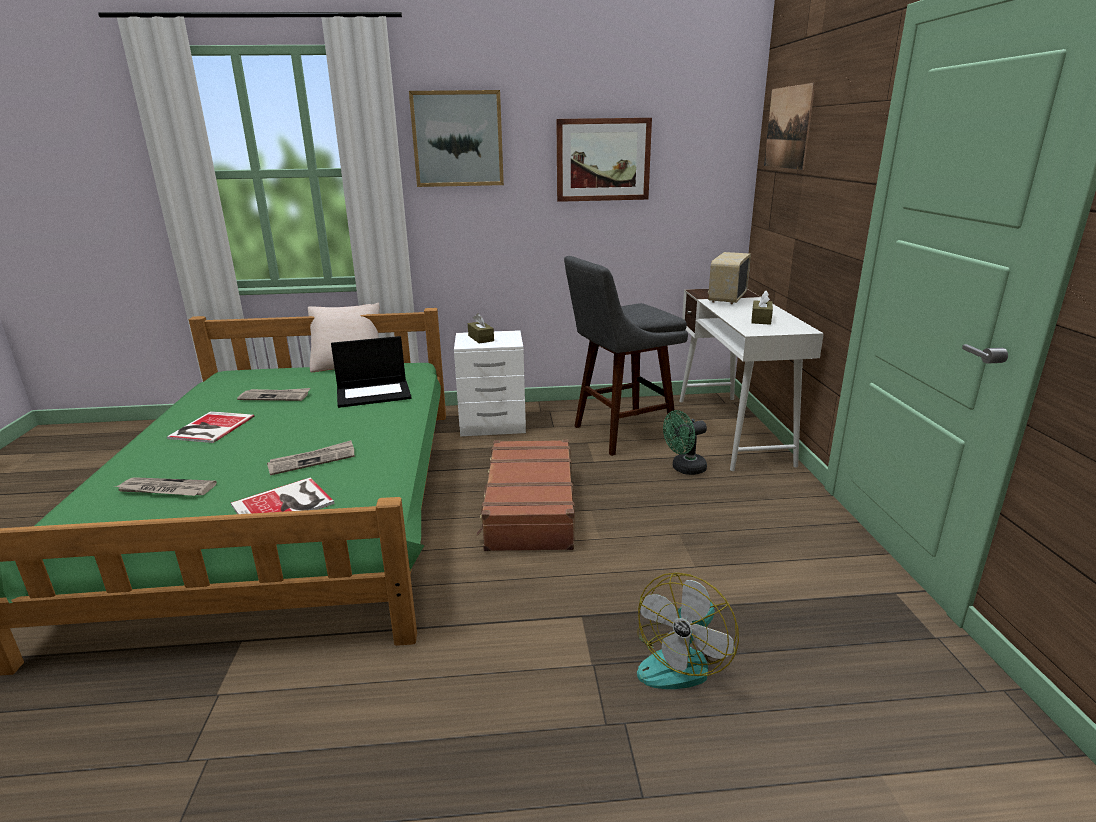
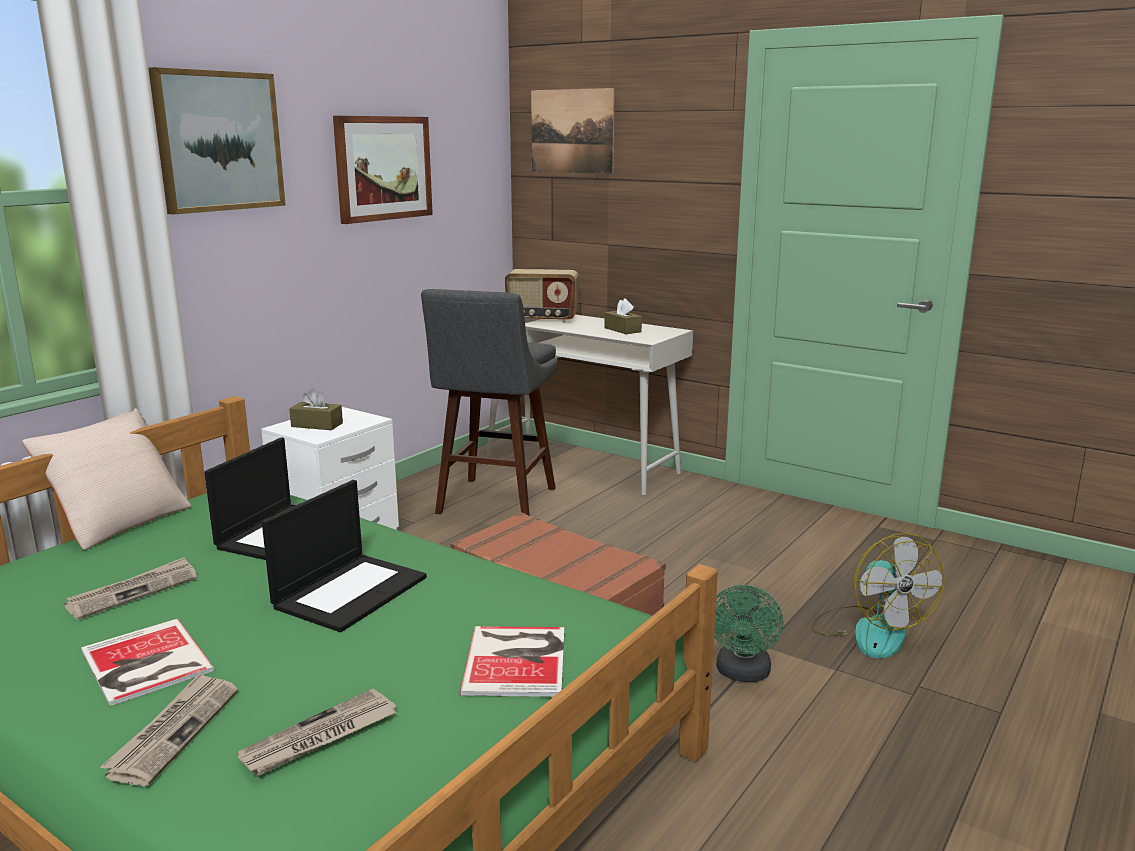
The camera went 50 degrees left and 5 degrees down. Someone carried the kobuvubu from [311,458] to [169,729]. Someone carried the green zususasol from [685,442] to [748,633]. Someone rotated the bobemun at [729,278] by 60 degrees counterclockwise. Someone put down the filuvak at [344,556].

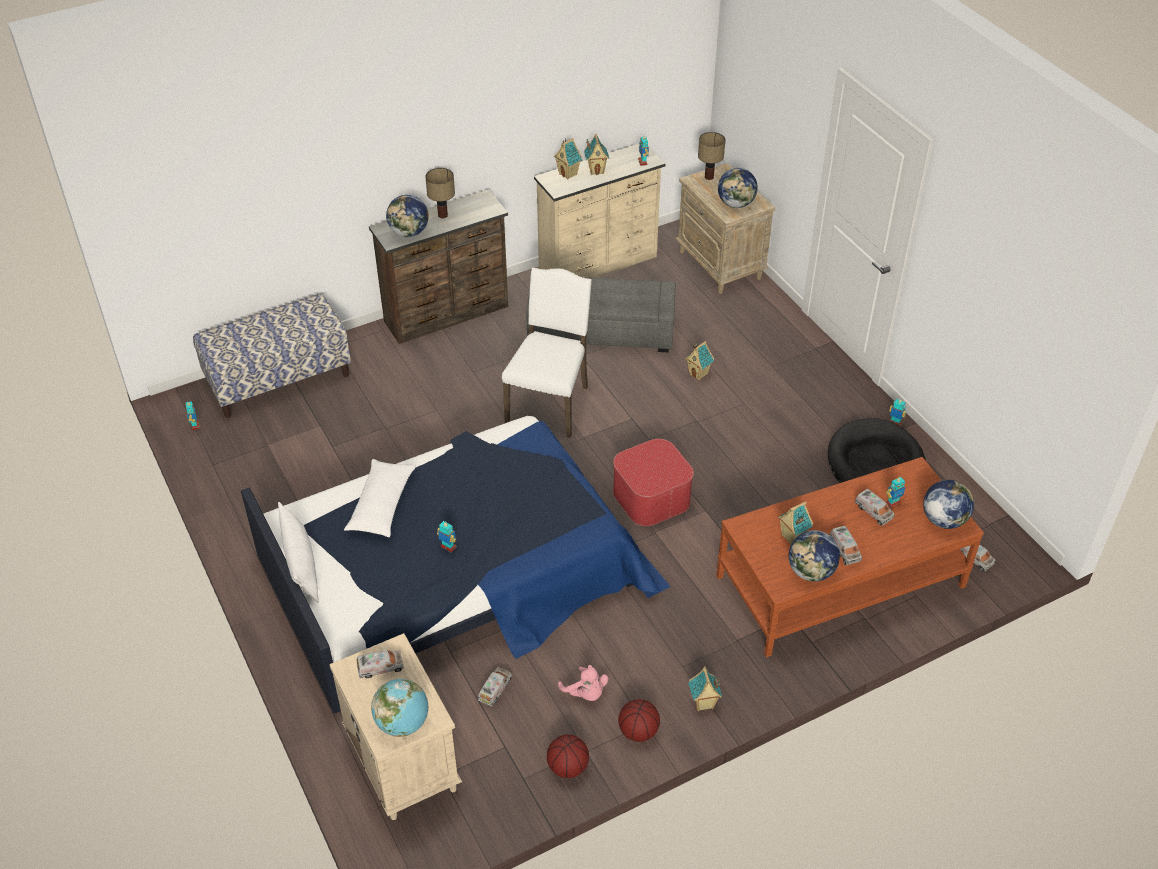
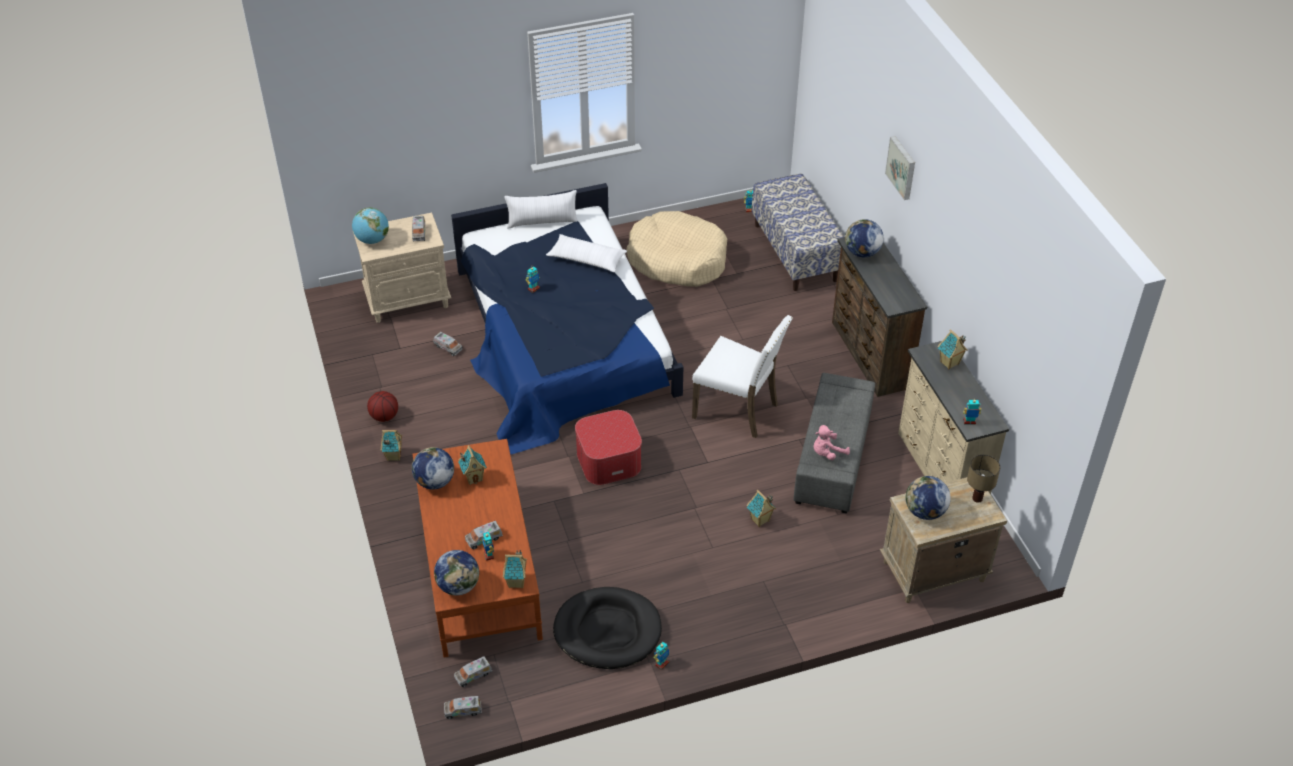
The camera went 100 degrees right and 0 degrees up. Someone took away the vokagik at [440,193]. Someone took away the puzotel at [568,756]. Someone carried the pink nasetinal from [583,683] to [832,442]. Someone carried the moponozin from [596,154] to [515,569]. Someone carried the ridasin from [846,545] to [463,707]. Someone put down the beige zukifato at [676,249]. Someone put up the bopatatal at [900,168].

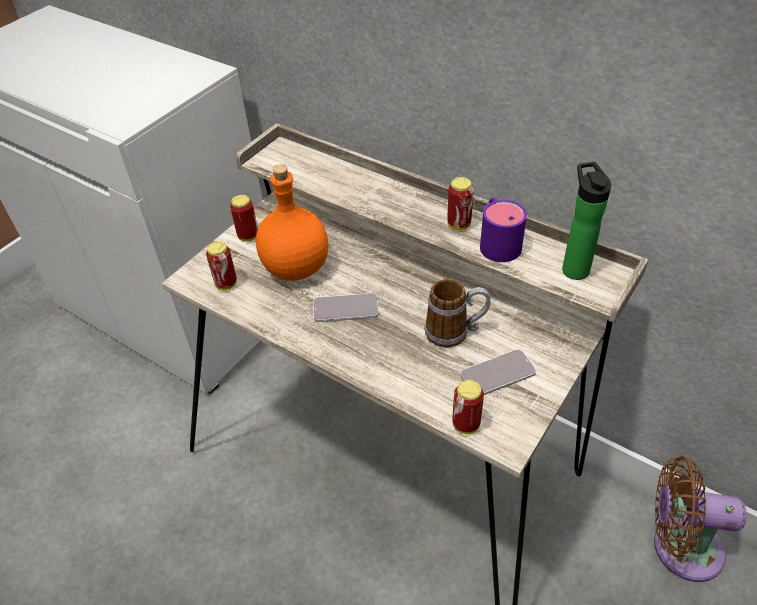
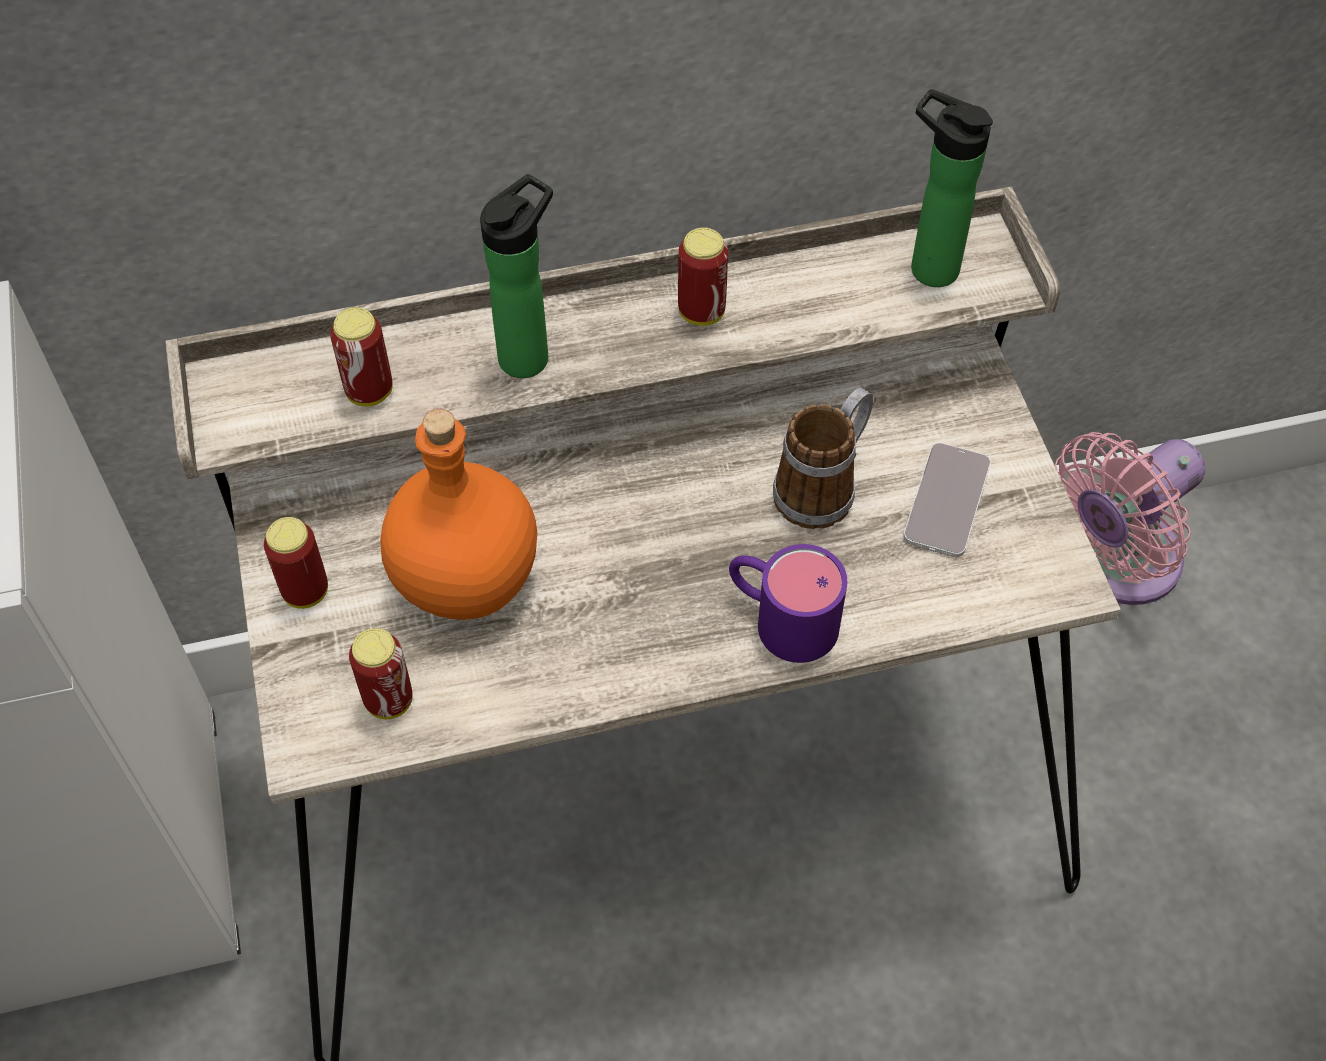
The camera went 50 degrees left and 10 degrees up. Someone took away the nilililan at [346,307]. Someone carried the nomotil from [468,407] to [361,357]. Someone carried the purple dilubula from [503,229] to [788,603]. Someone repainted the brown zususasol at [700,519], which became the pink zususasol at [1130,518]. Someone put down the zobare at [516,276].

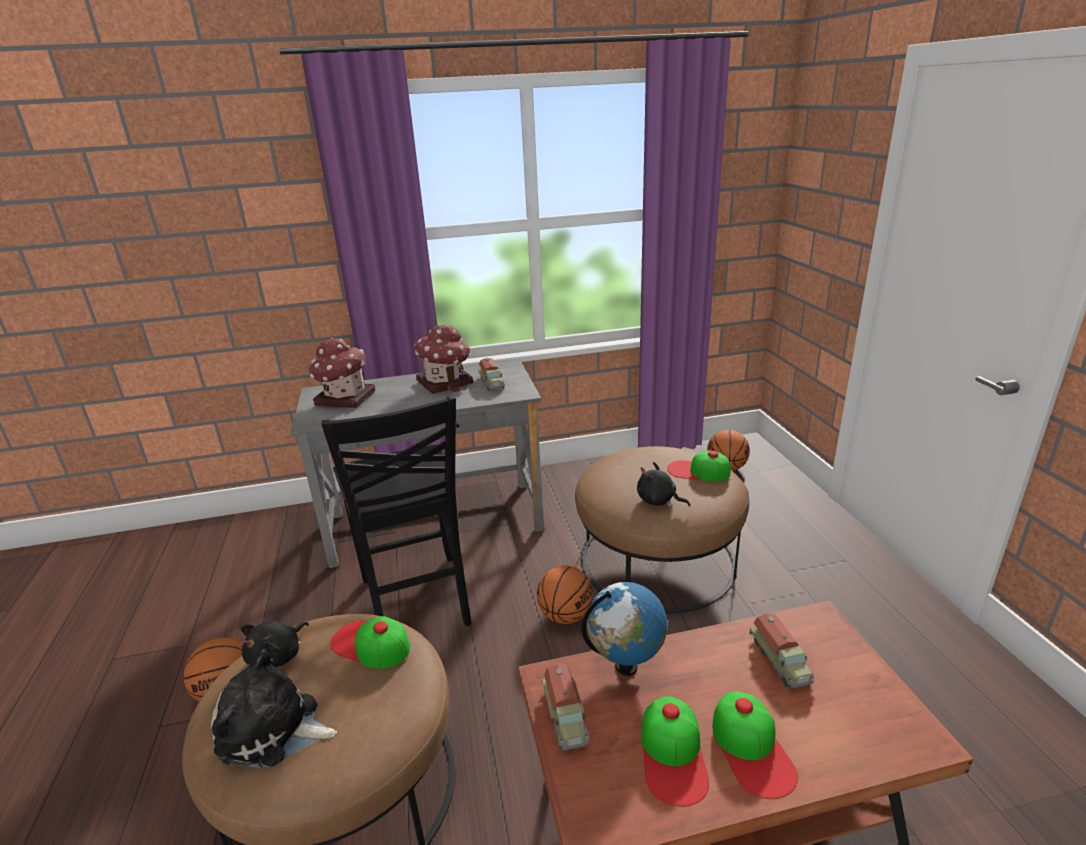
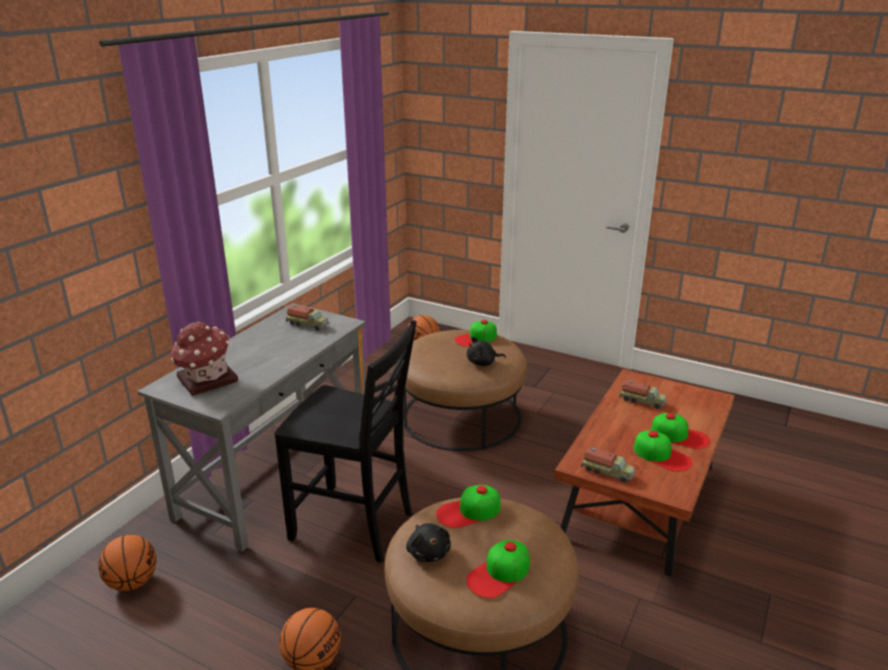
The camera went 50 degrees left and 0 degrees up. Someone swapped the nasetinal at [274,708] for the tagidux at [498,569]. Someone took away the moponozin at [443,359]. Someone carried the puzotel from [565,595] to [127,563]. Someone took away the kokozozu at [624,629].

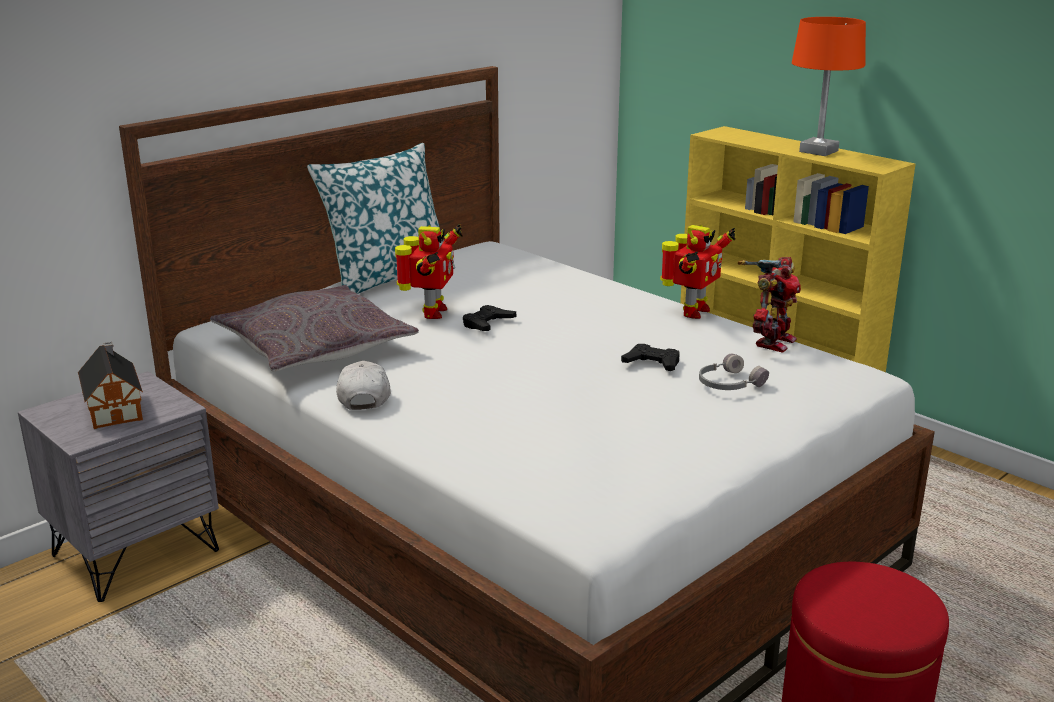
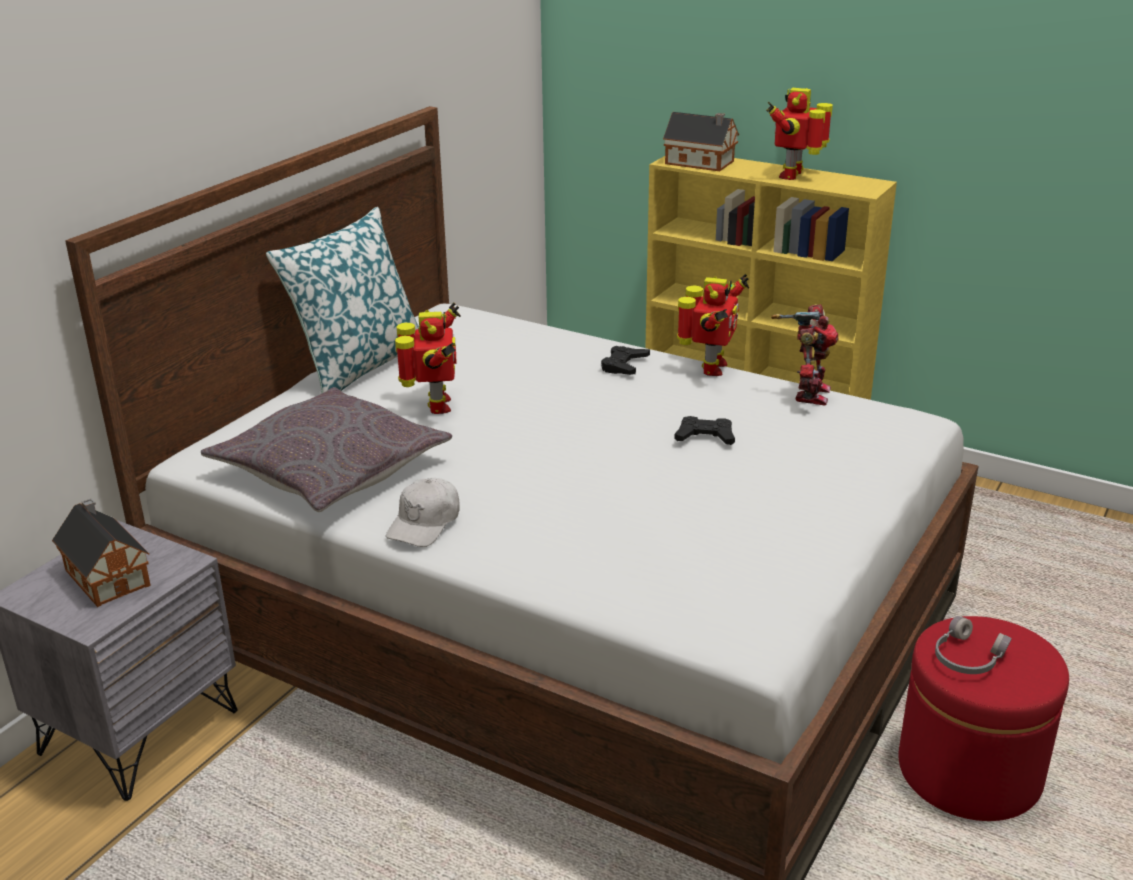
The camera went 15 degrees left and 5 degrees up. Someone rotated the white tagidux at [363,385] by 135 degrees counterclockwise. Someone carried the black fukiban from [489,318] to [625,360]. Someone carried the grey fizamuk from [734,372] to [973,645]. Someone swapped the orange vokagik at [829,86] for the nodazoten at [799,134]. Someone put down the moponozin at [701,141].

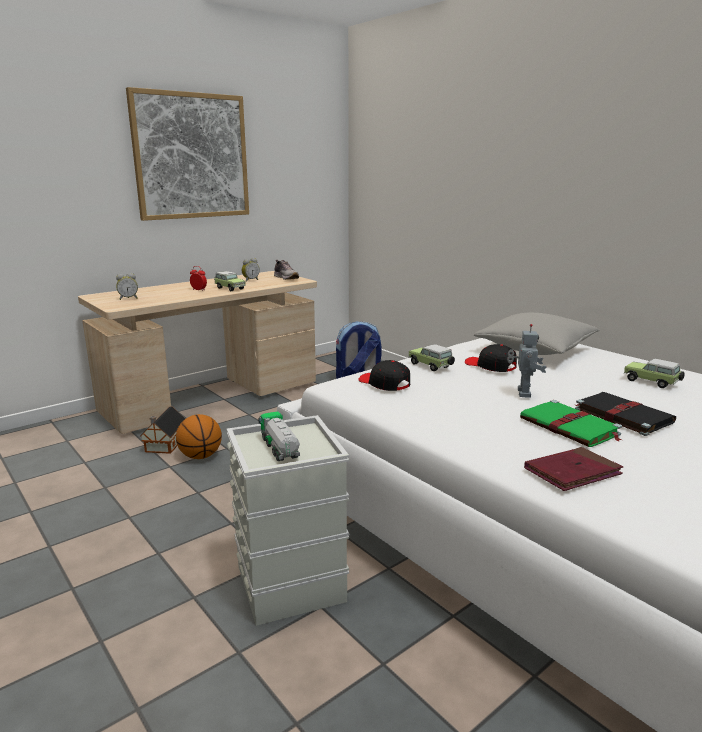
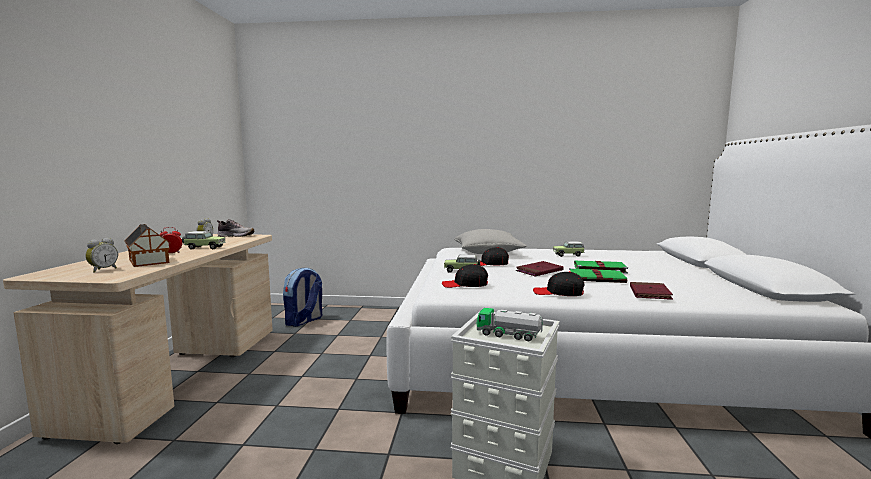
The camera went 45 degrees left and 10 degrees down. Someone took away the bopatatal at [187,154]. Someone carried the moponozin from [163,430] to [147,245]. Someone took away the puzotel at [199,436]. Someone swapped the nodazoten at [527,361] for the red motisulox at [540,268]. Someone repainted the black motisulox at [625,414], which became the green motisulox at [601,267]. Someone put down the black tagidux at [559,283].

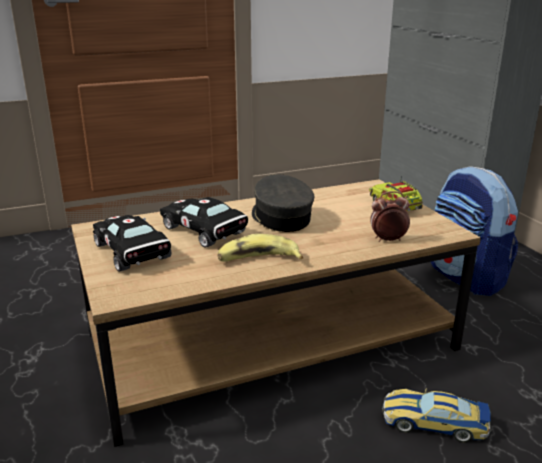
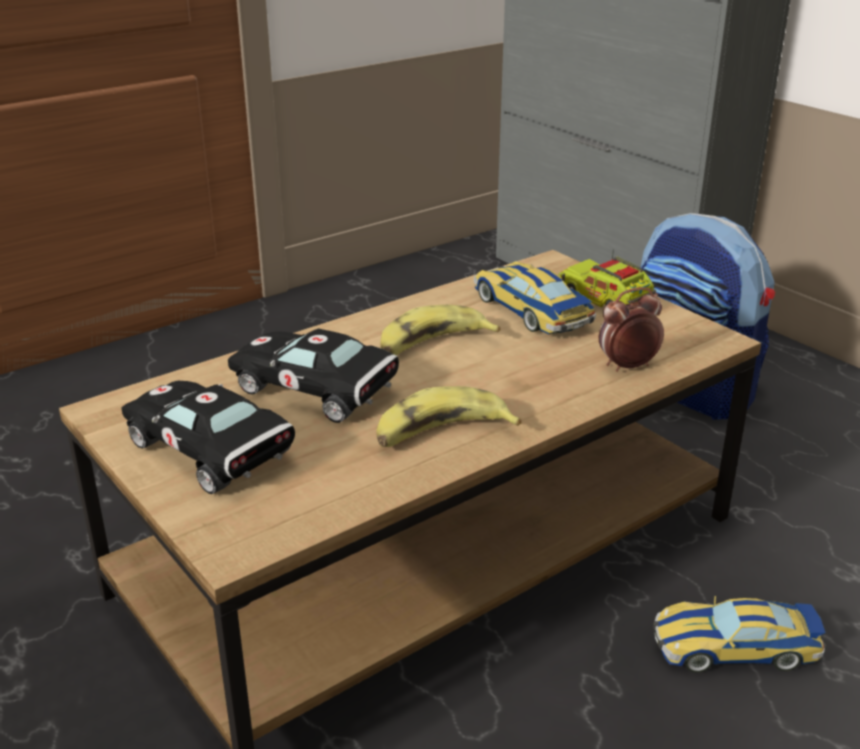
The camera went 15 degrees left and 5 degrees up. Someone swapped the grey tagidux at [283,203] for the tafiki at [441,330]. Someone put down the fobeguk at [535,297].

